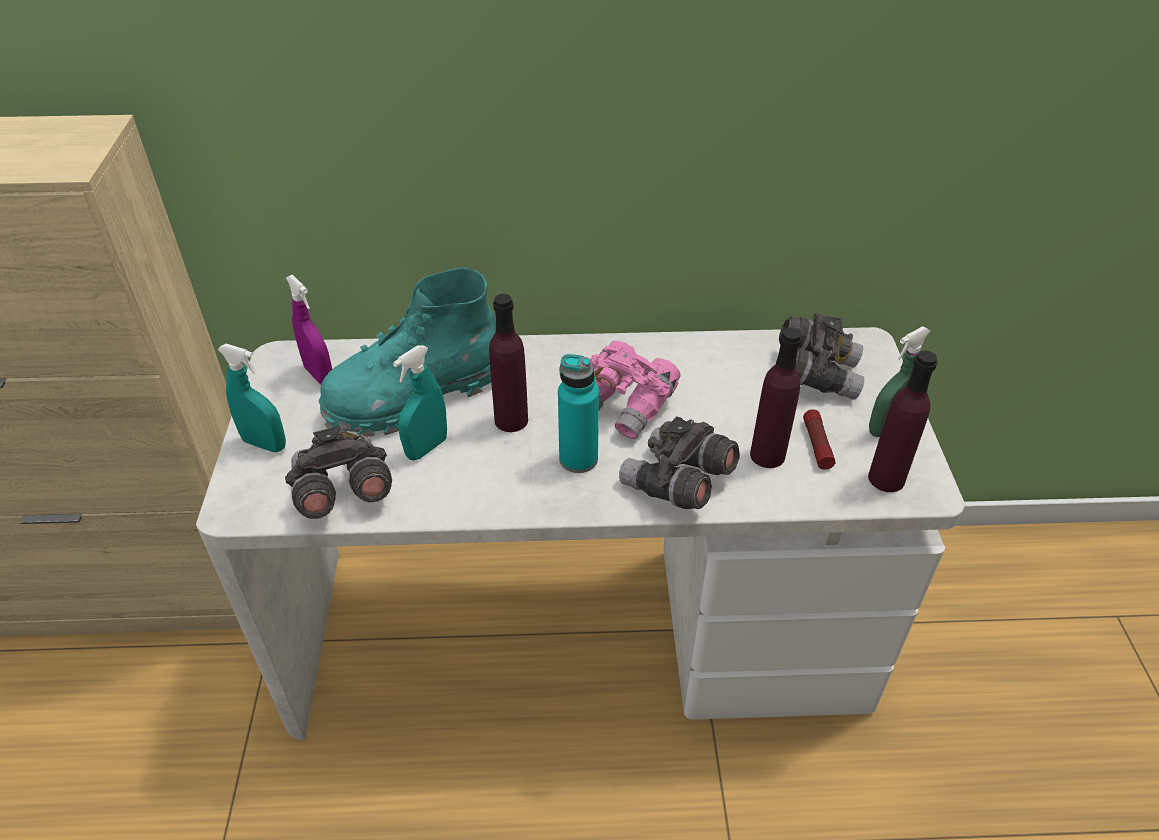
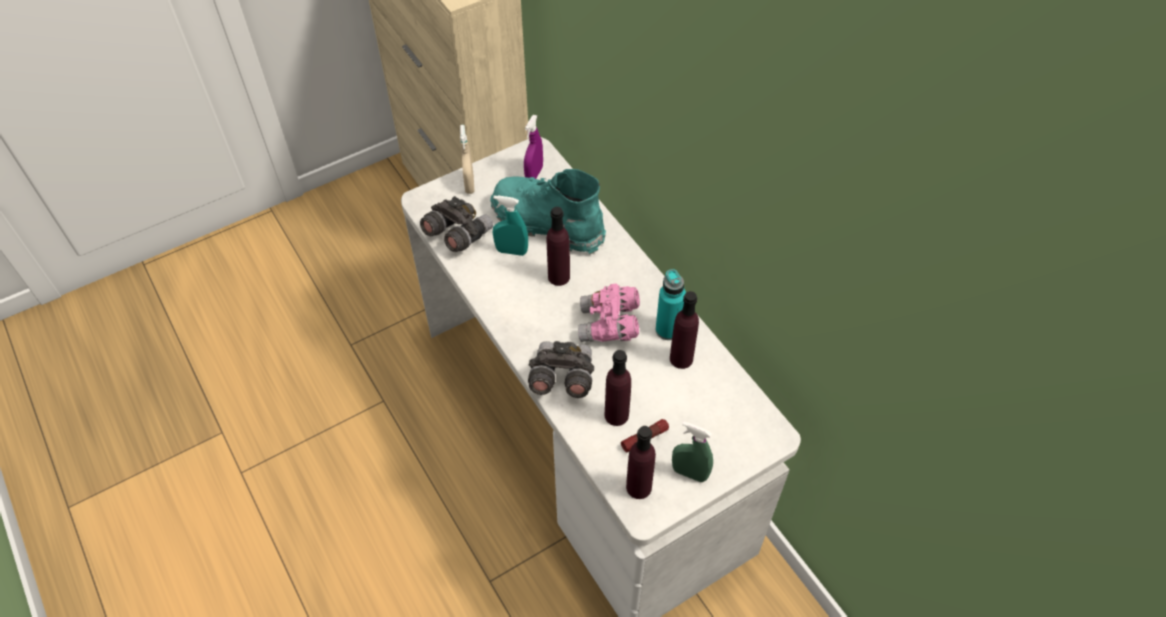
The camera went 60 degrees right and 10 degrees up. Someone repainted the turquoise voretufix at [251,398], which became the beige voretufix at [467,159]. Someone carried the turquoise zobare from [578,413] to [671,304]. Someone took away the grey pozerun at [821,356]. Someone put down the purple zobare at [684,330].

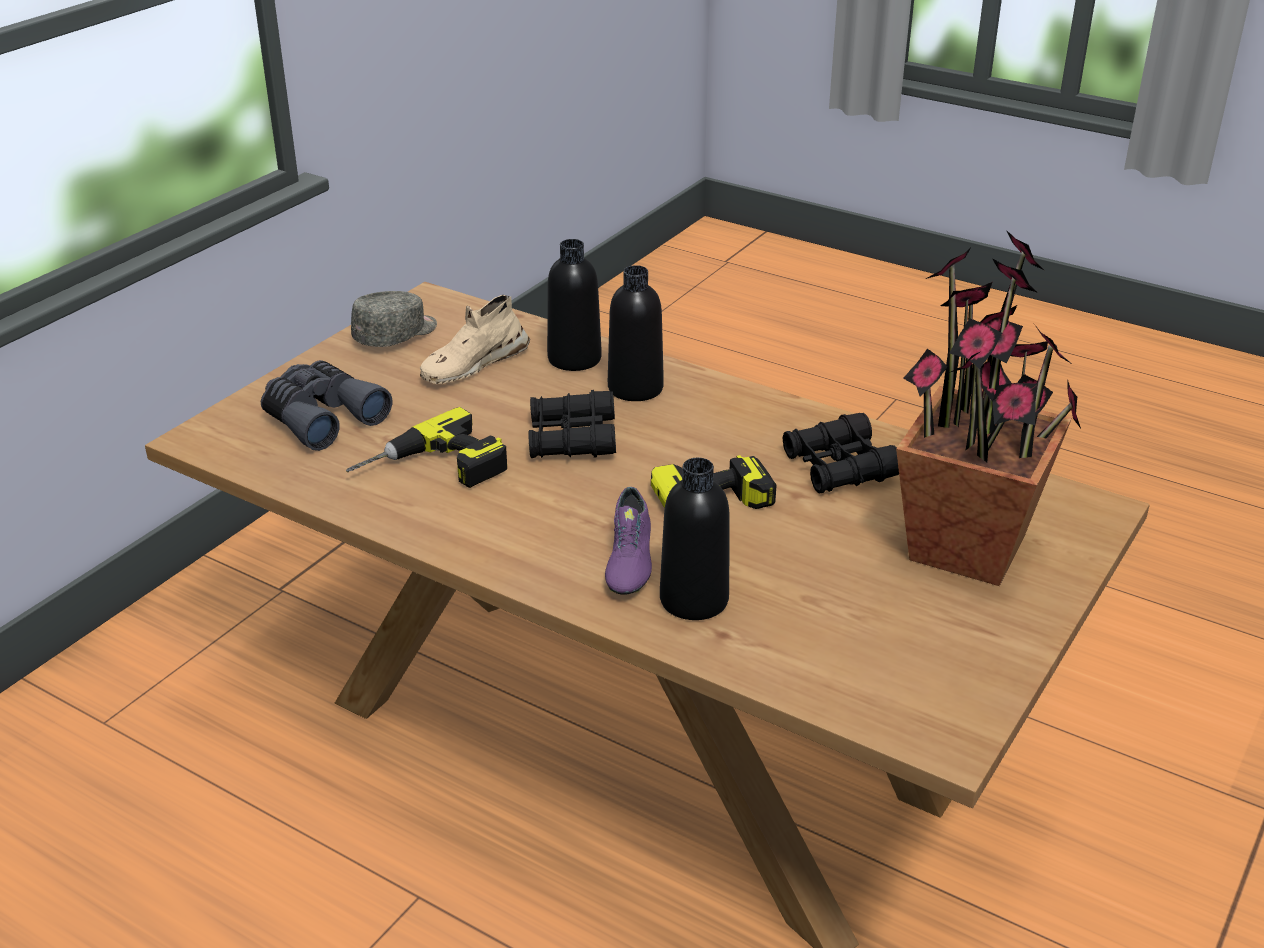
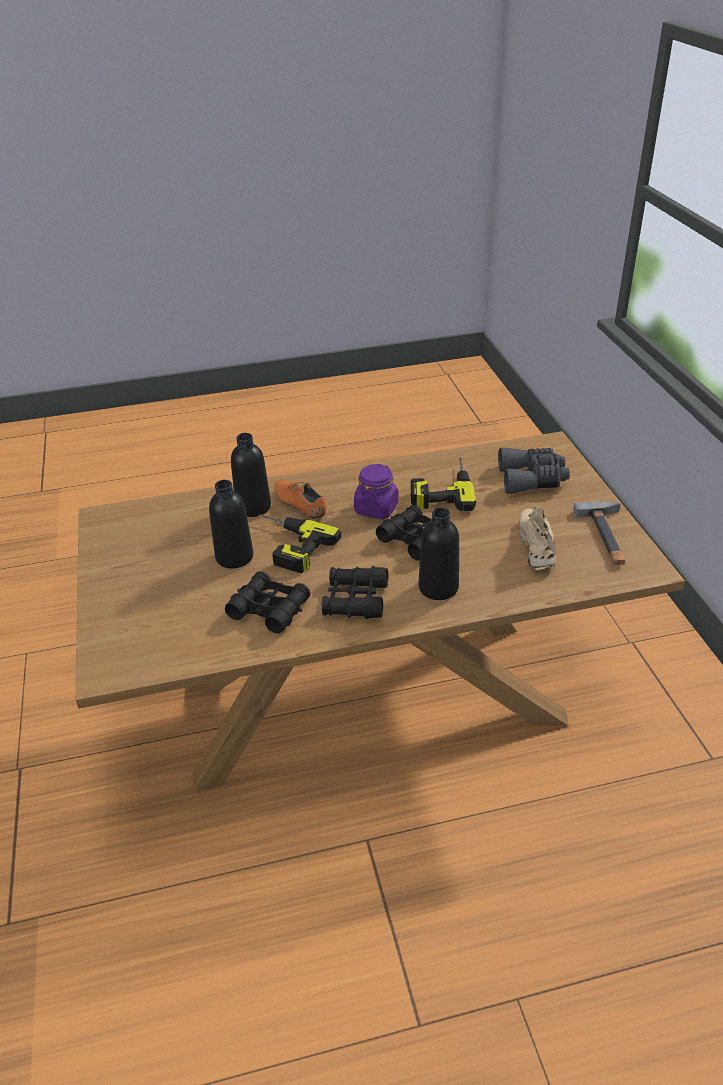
The camera went 135 degrees right and 5 degrees up. Someone swapped the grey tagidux at [394,319] for the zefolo at [599,533]. Someone carried the black zobare from [574,305] to [231,524]. Someone repainted the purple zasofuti at [628,541], which became the orange zasofuti at [300,499]. Someone took away the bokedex at [988,408]. Someone put down the black pozerun at [355,592]. Someone put down the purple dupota at [376,491].

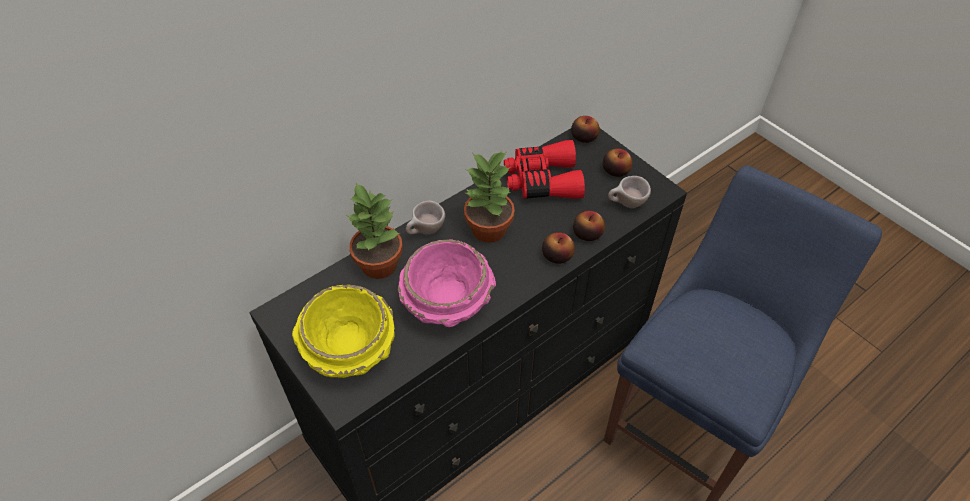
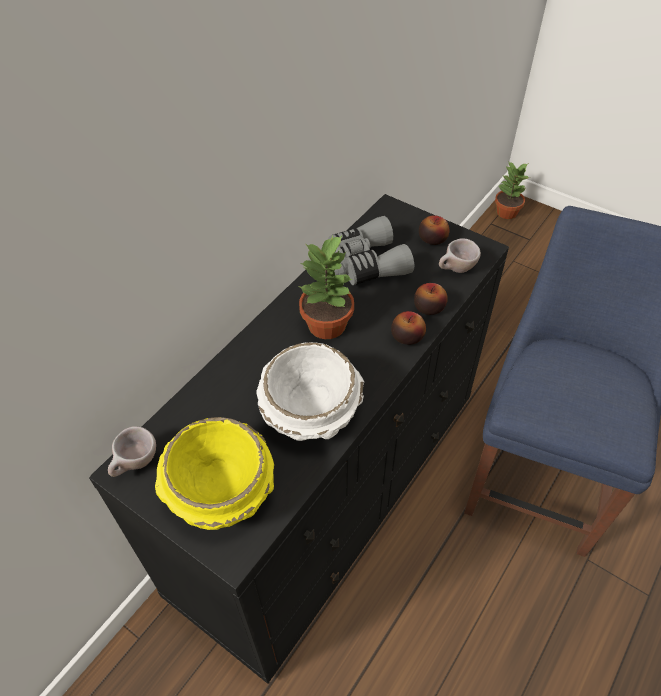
The camera went 15 degrees left and 0 degrees up. Someone carried the bokedex from [375,231] to [512,190]. Someone repainted the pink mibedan at [447,283], which became the white mibedan at [310,391]. Someone carried the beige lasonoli from [425,218] to [132,451]. Someone repainted the red pozerun at [544,169], which became the grey pozerun at [371,250]. Someone took away the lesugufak at [585,129].

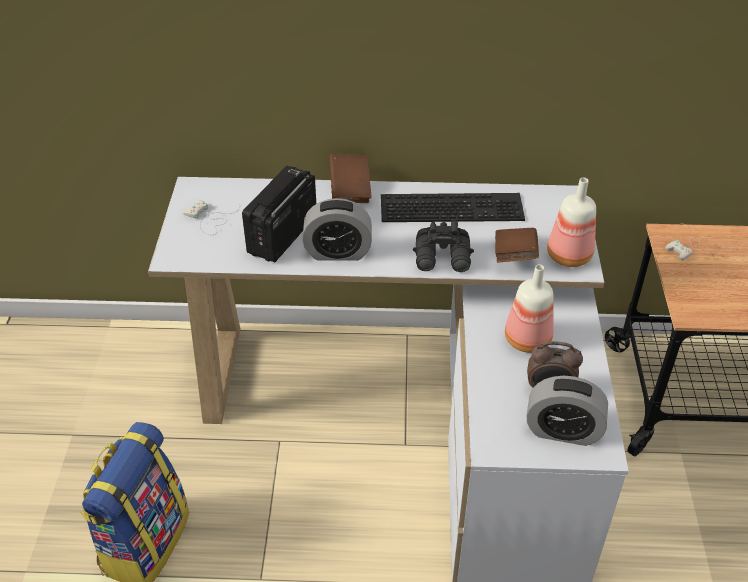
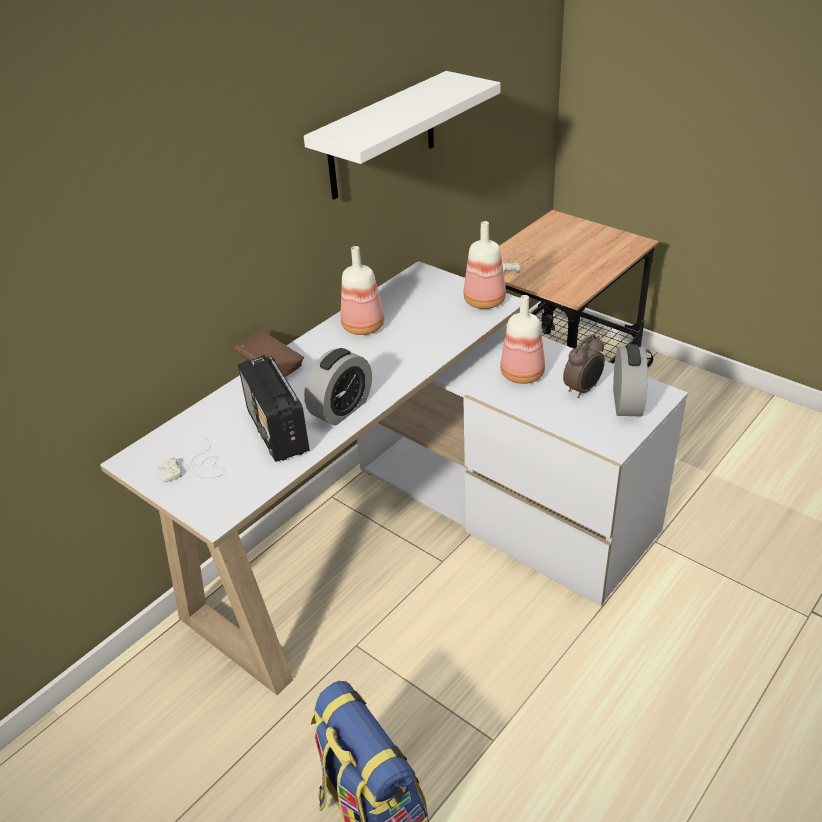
The camera went 50 degrees left and 5 degrees down. Someone swapped the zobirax at [453,207] for the zobare at [362,290]. Someone took away the black pozerun at [443,245]. Someone took away the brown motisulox at [517,245]. Someone rotated the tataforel at [567,411] by 45 degrees counterclockwise. Someone put up the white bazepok at [402,135].

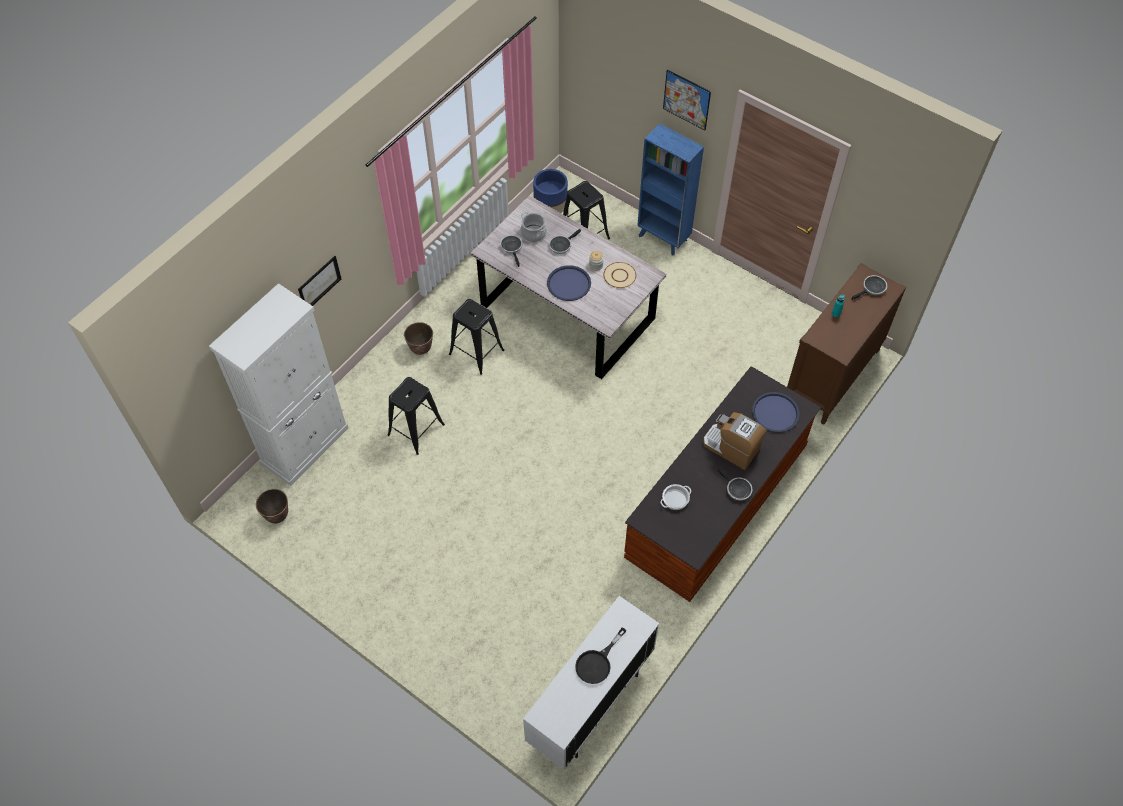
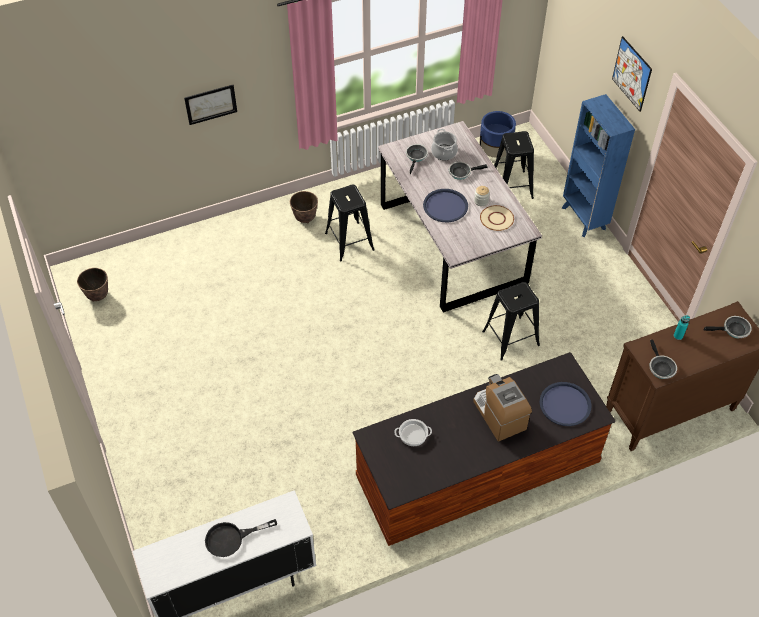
The camera went 30 degrees right and 5 degrees down. Someone took away the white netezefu at [278,384]. Someone carried the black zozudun from [416,416] to [511,321]. Someone carried the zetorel from [734,483] to [663,359].

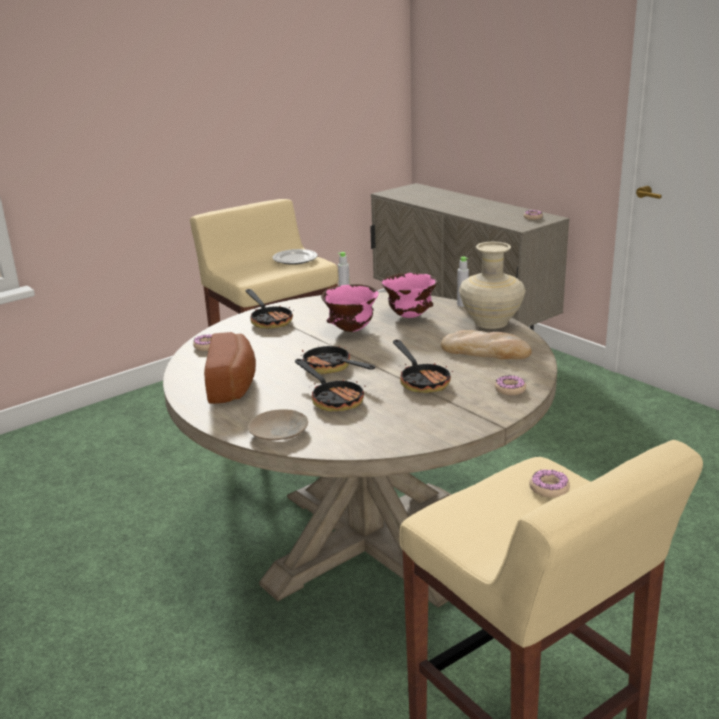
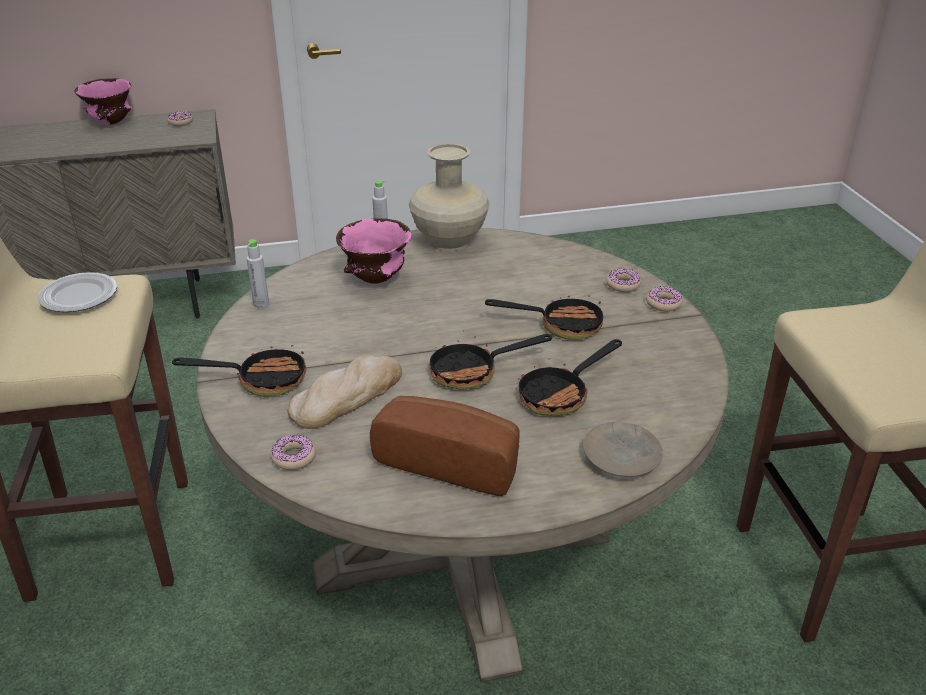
The camera went 65 degrees left and 10 degrees up. Someone rotated the zetorel at [330,385] by 150 degrees clockwise. Someone carried the pink mibedan from [350,308] to [103,101]. Someone carried the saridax from [486,344] to [344,392]. Someone carried the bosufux from [549,483] to [664,299].

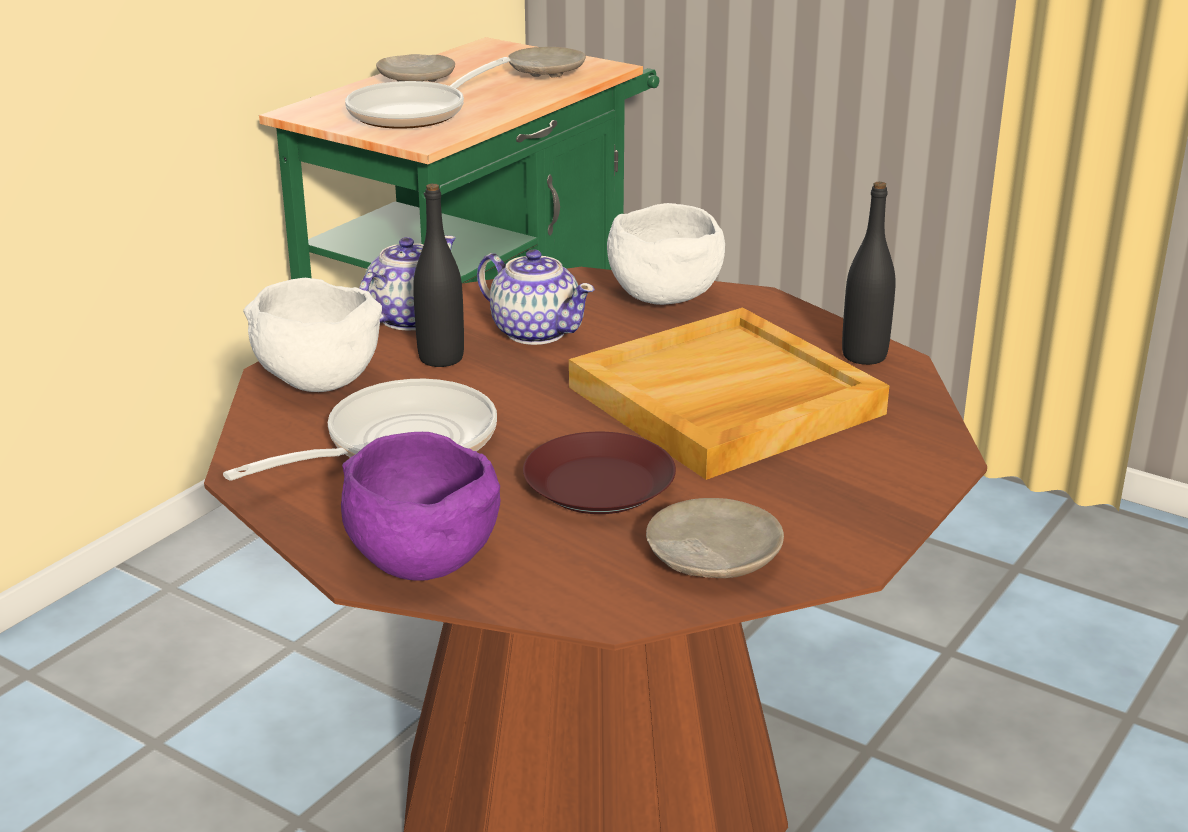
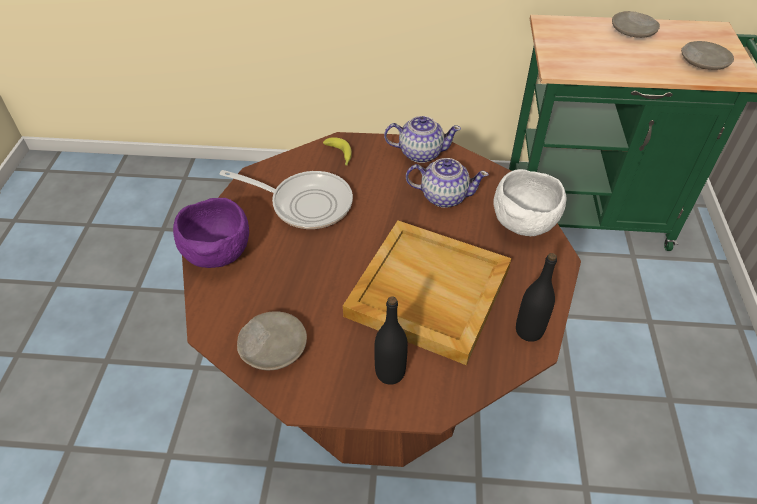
The camera went 60 degrees right and 20 degrees up. Someone swapped the white mibedan at [312,335] for the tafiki at [337,151]. Someone took away the zetorel at [427,93]. Someone carried the black zobare from [438,275] to [391,341]. Someone rotated the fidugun at [536,297] by 90 degrees counterclockwise. Someone took away the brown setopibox at [599,473].

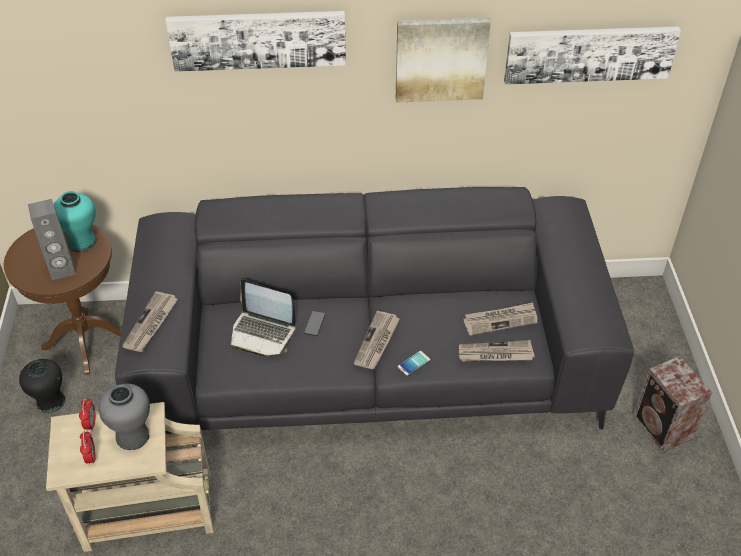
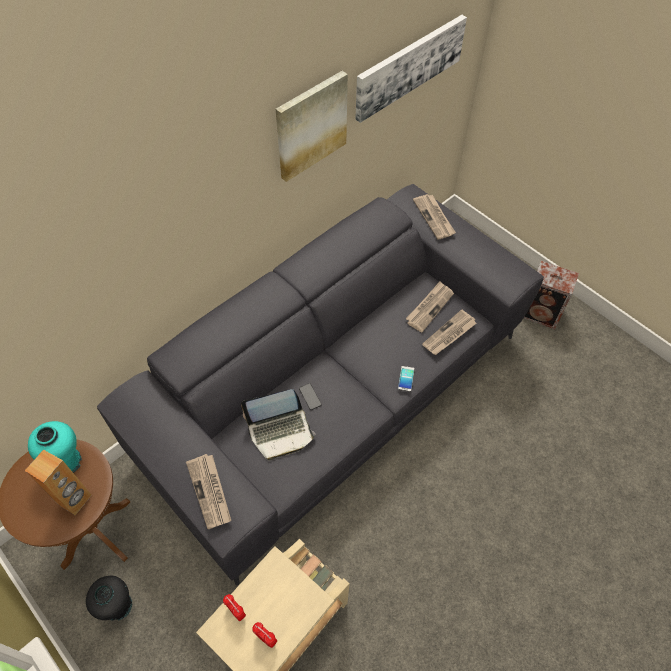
The camera went 40 degrees left and 10 degrees up. Someone repainted the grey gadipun at [52,239], which became the brown gadipun at [58,482]. Someone took away the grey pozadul at [124,417]. Someone took away the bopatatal at [255,41]. Someone carried the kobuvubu from [377,340] to [434,217].

